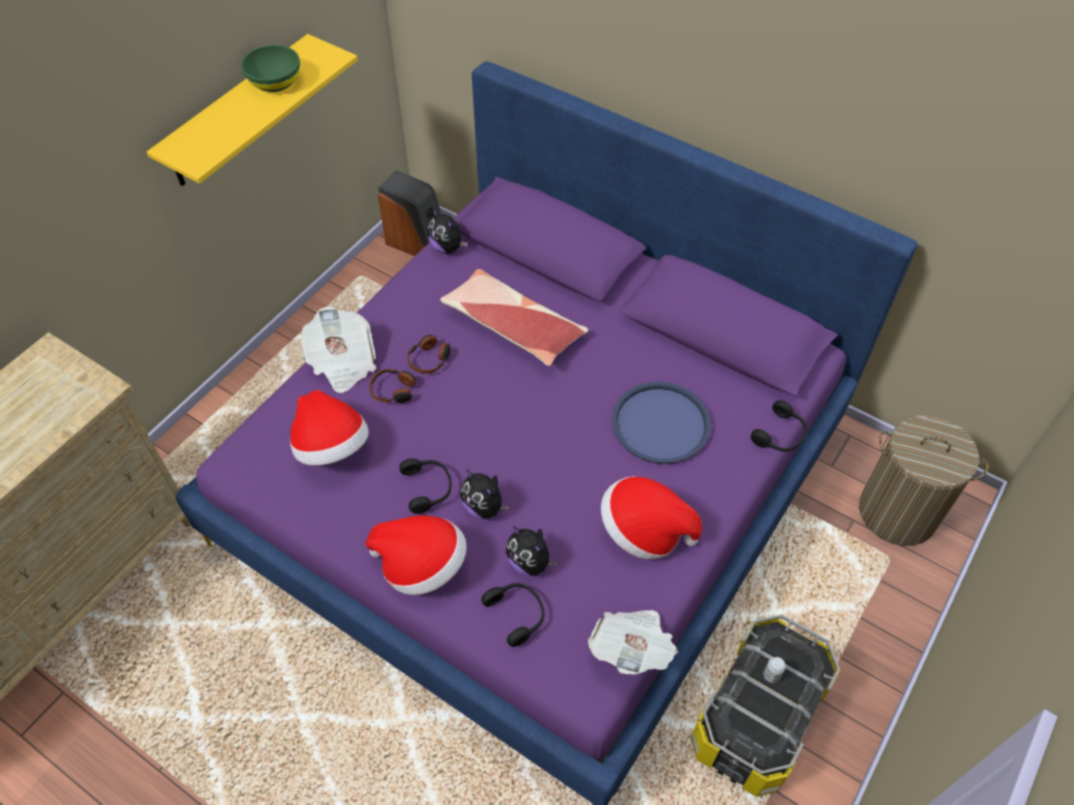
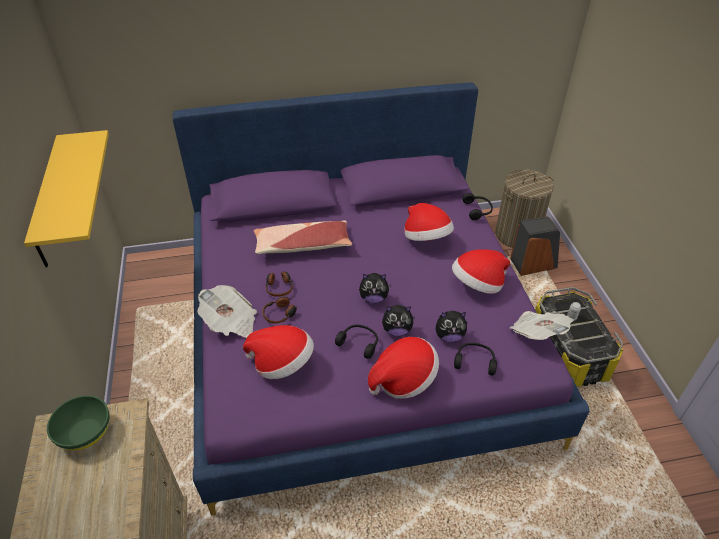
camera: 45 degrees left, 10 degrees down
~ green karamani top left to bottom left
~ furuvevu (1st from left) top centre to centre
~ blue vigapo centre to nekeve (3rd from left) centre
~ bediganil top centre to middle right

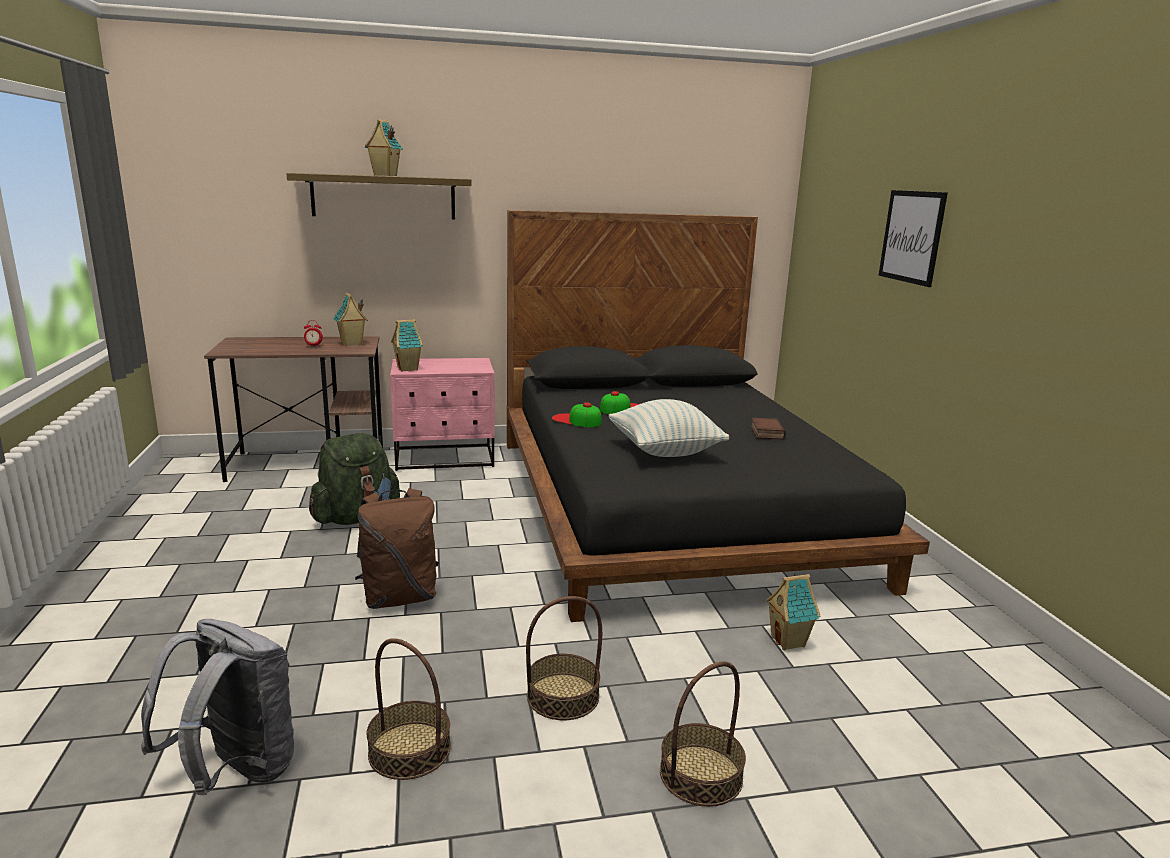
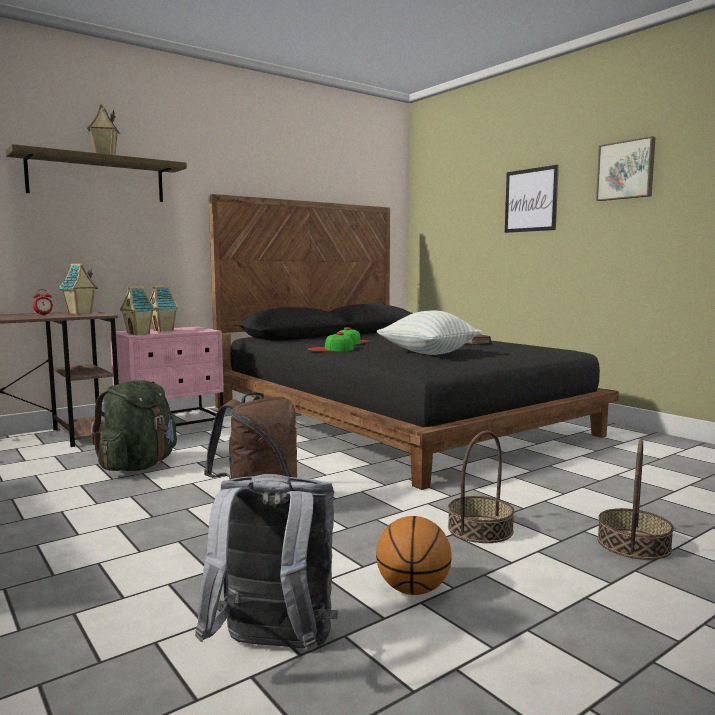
camera: 25 degrees left, 10 degrees down
~ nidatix (4th from left) bottom right to middle left
~ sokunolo (1st from left) bottom centre to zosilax bottom centre
+ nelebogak (2nd from left) top right

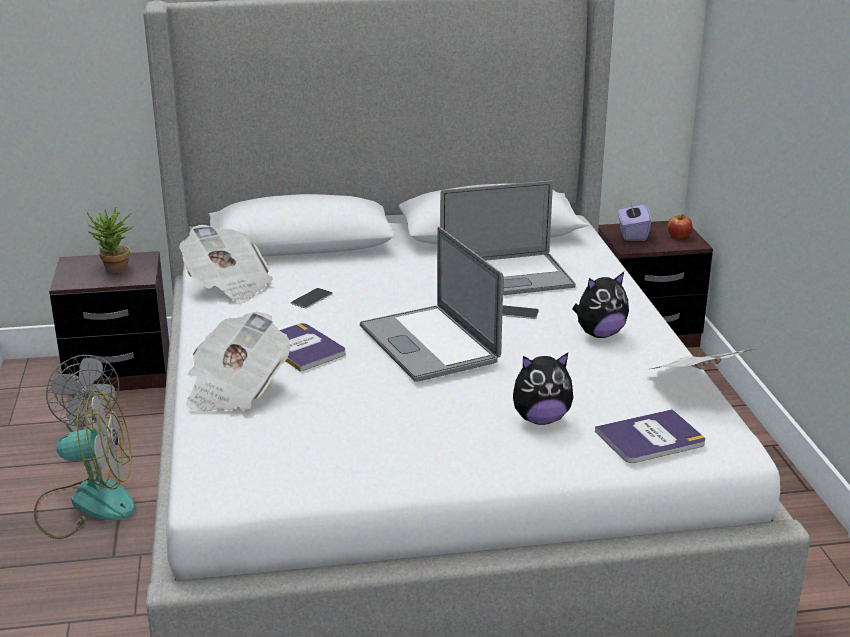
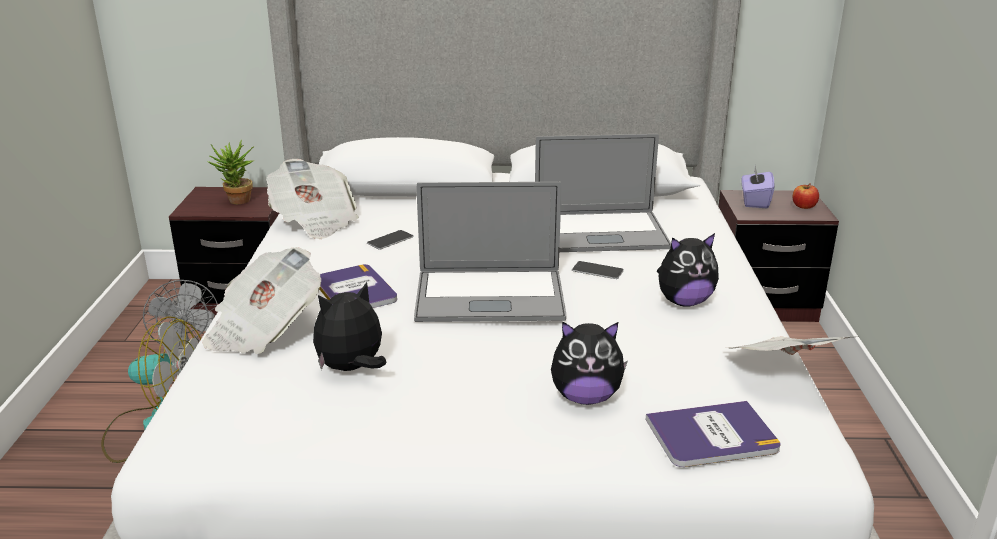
camera: 10 degrees right, 0 degrees up
+ furuvevu (1st from left) centre
~ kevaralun (1st from left) centre = centre 75 degrees counterclockwise

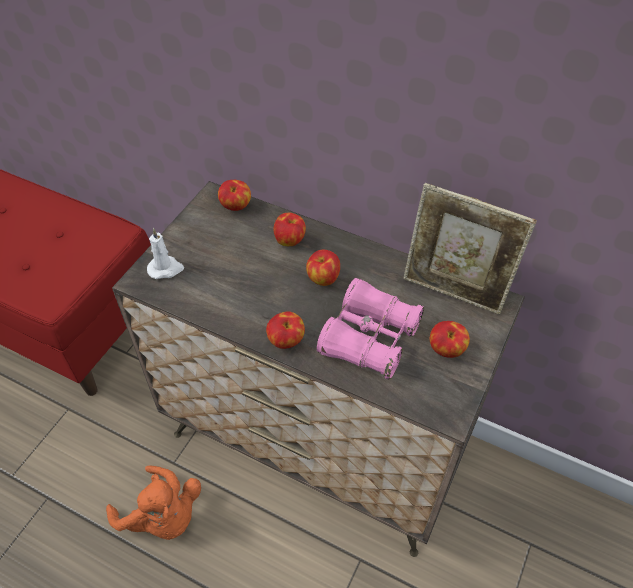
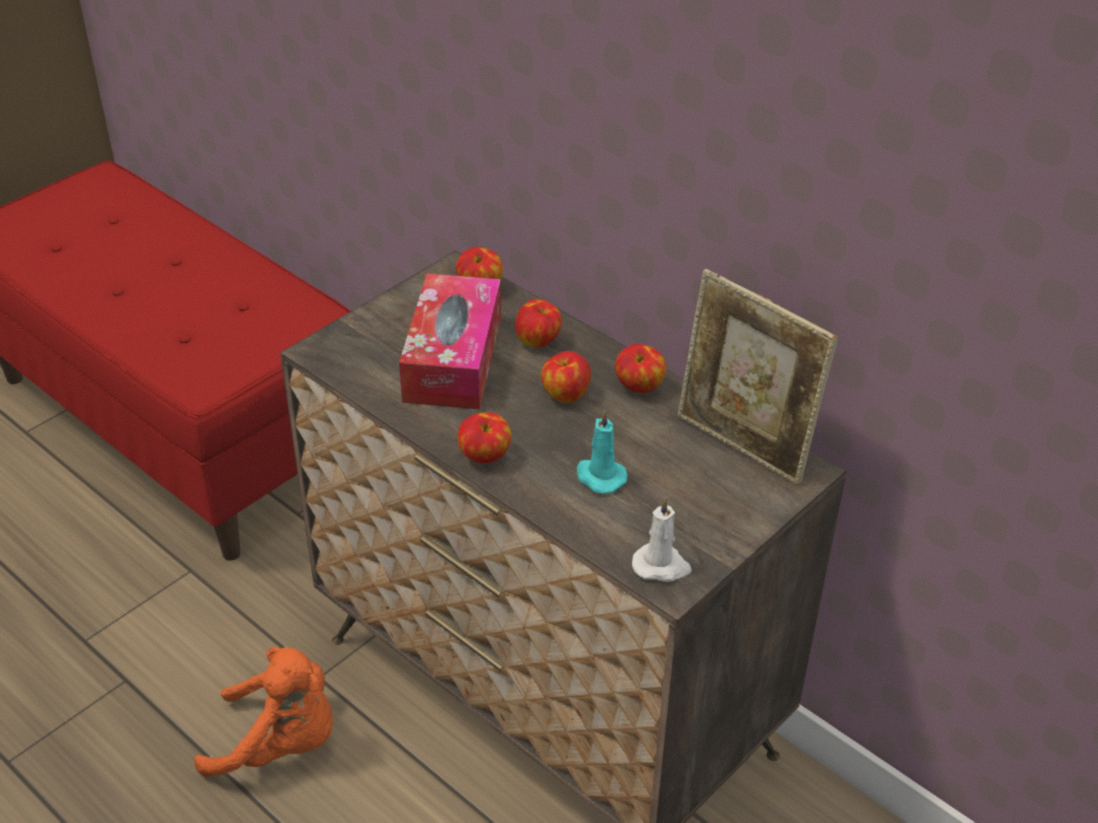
camera: 15 degrees right, 10 degrees down
~ orange furuvevu bottom left = bottom left 45 degrees counterclockwise
+ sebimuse centre
~ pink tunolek centre to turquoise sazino centre
~ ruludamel (5th from left) middle right to centre
~ white sazino middle left to centre

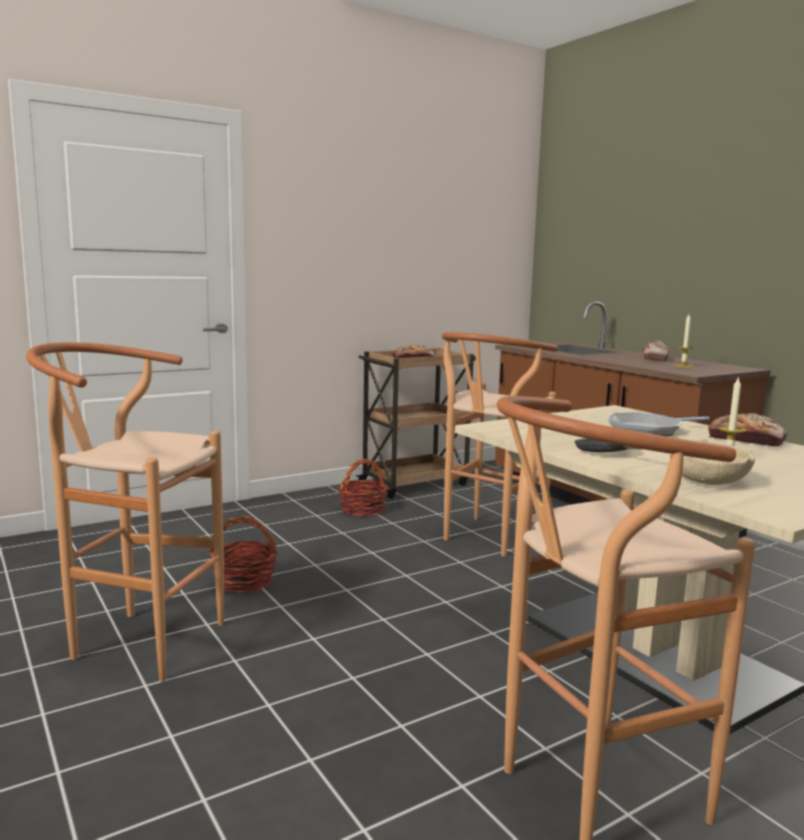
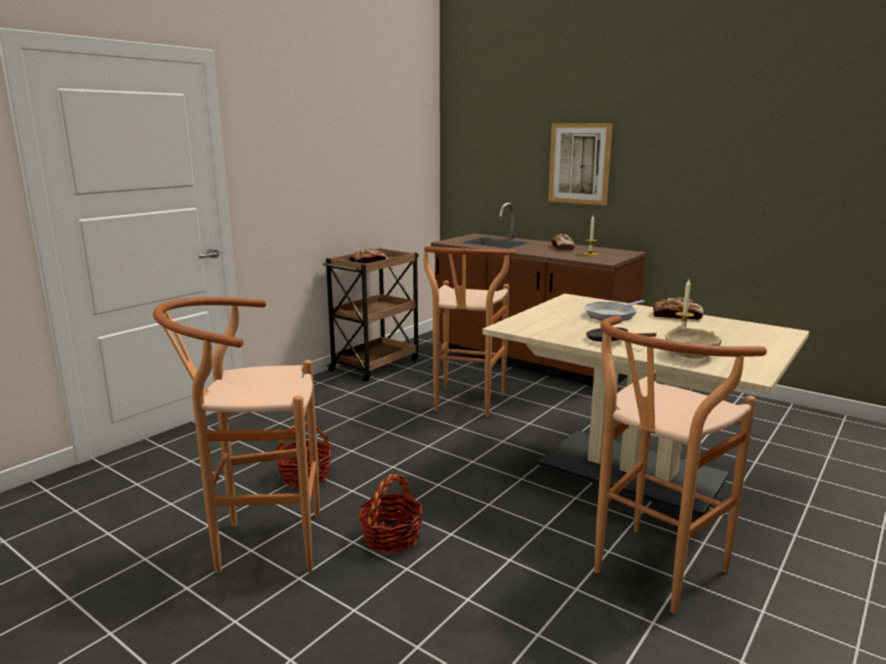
camera: 20 degrees left, 5 degrees up
~ sokunolo (2nd from left) centre to bottom centre
+ nelebogak top centre

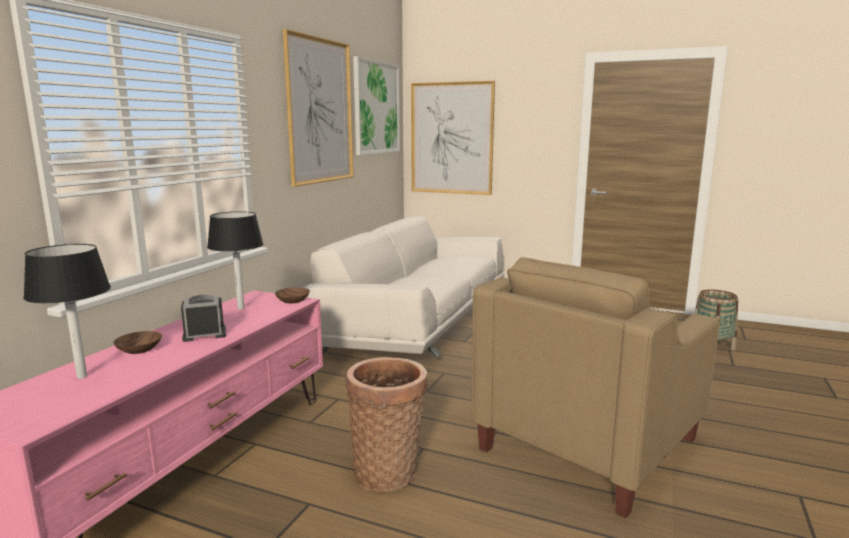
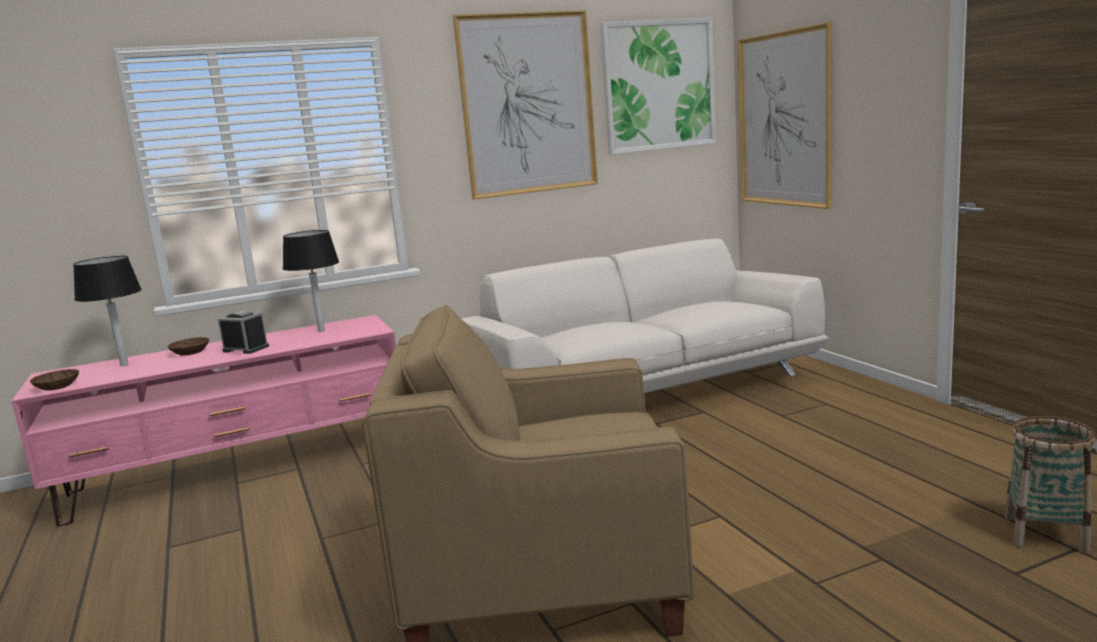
camera: 45 degrees right, 0 degrees up
~ brown karamani (2nd from left in the first image) centre to brown karamani (1st from left) middle left
- sokunolo (1st from left) bottom centre

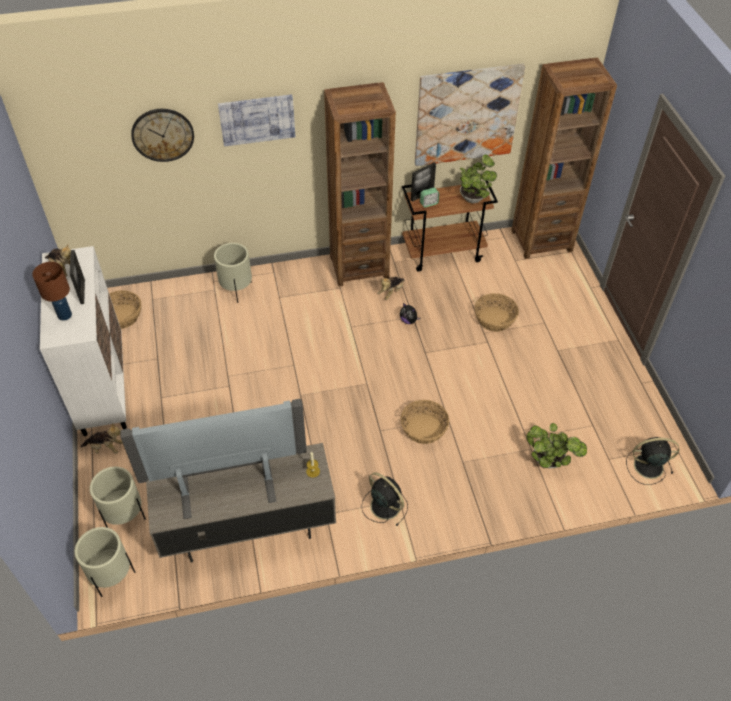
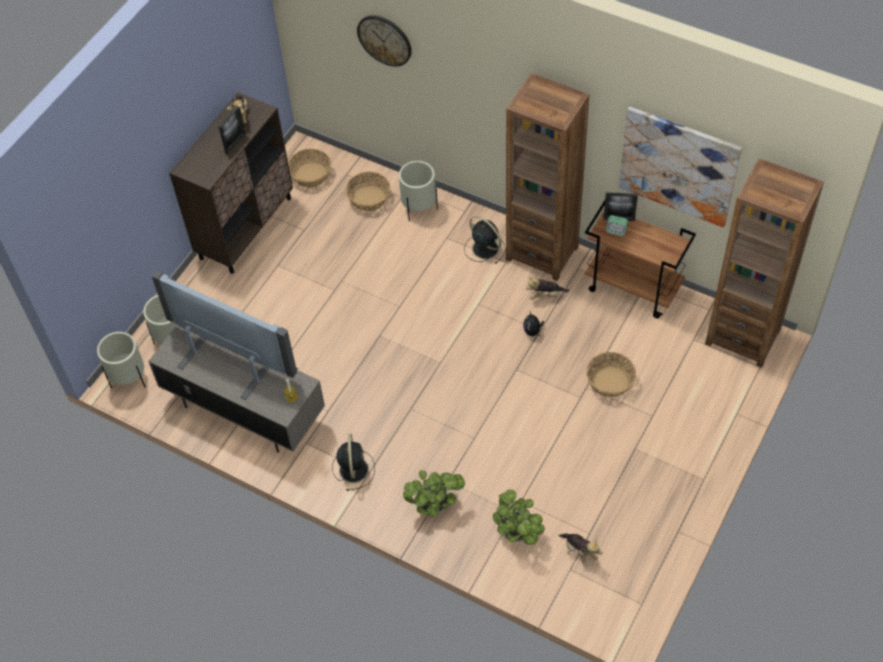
camera: 45 degrees right, 5 degrees up
~ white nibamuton middle left to brown nibamuton top left
~ sokunolo (2nd from left) centre to top centre
~ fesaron (1st from left) top centre to bottom centre
~ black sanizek (2nd from left) middle right to centre
~ furuvevu (2nd from left in the first image) middle left to furuvevu (4th from left) bottom centre
- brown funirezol middle left
- nelebogak (1st from left) top centre

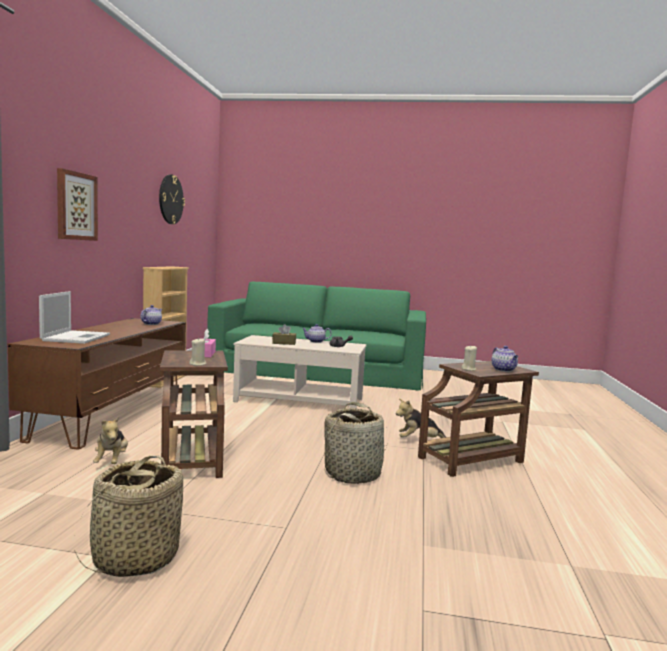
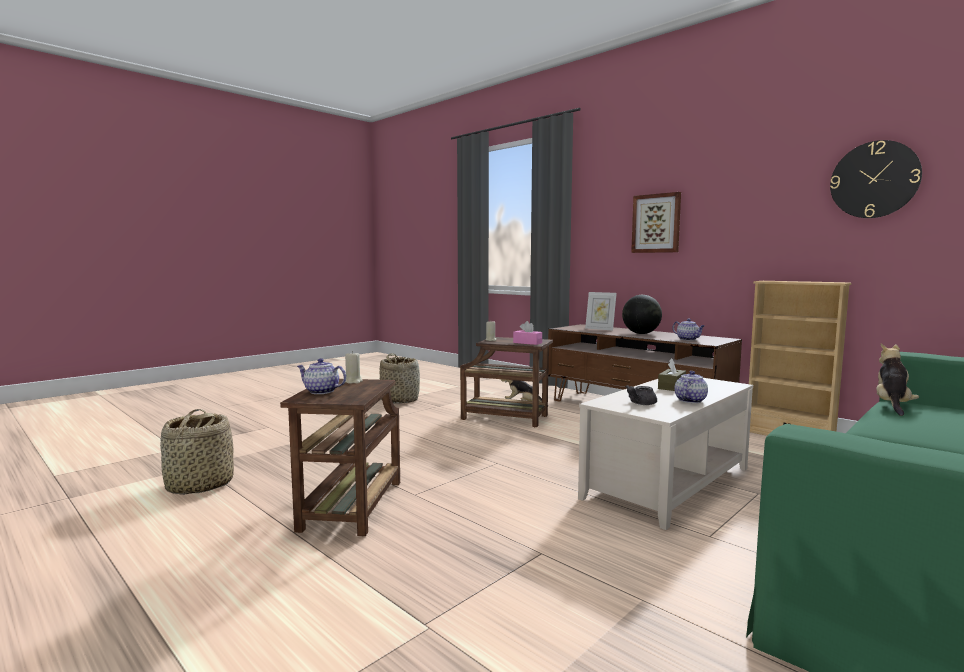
camera: 125 degrees right, 0 degrees up
~ sokunolo (2nd from left in the first image) bottom centre to sokunolo (1st from left) bottom left
~ kevaralun middle left to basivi centre
+ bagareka centre
~ furuvevu (2nd from left) centre to middle right

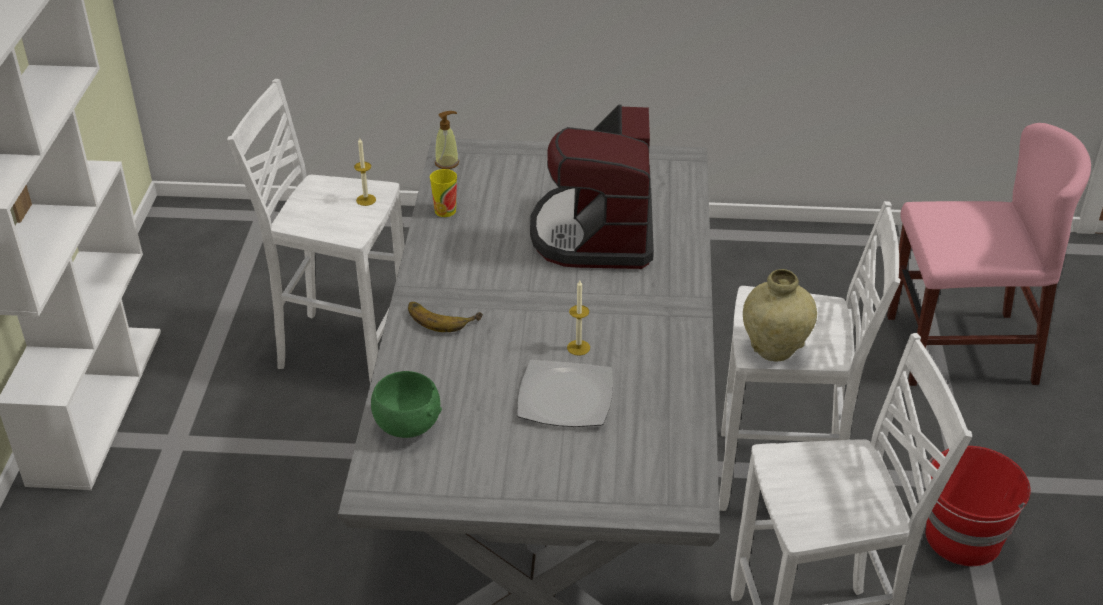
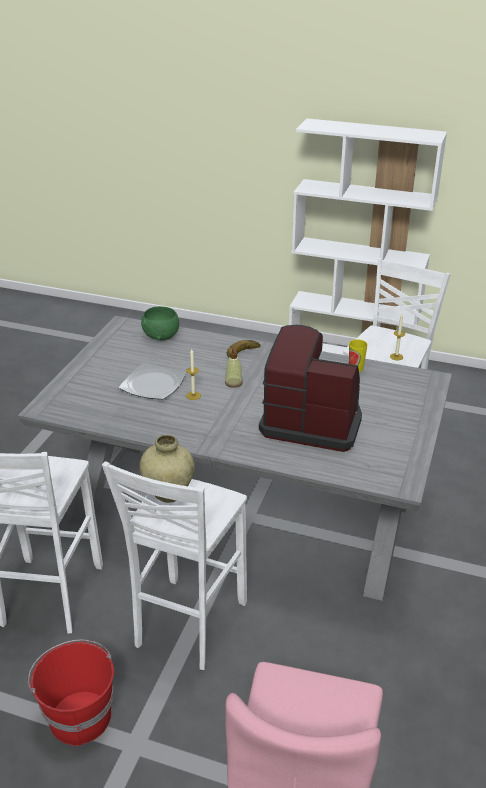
camera: 105 degrees right, 5 degrees down
~ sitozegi top centre to centre

